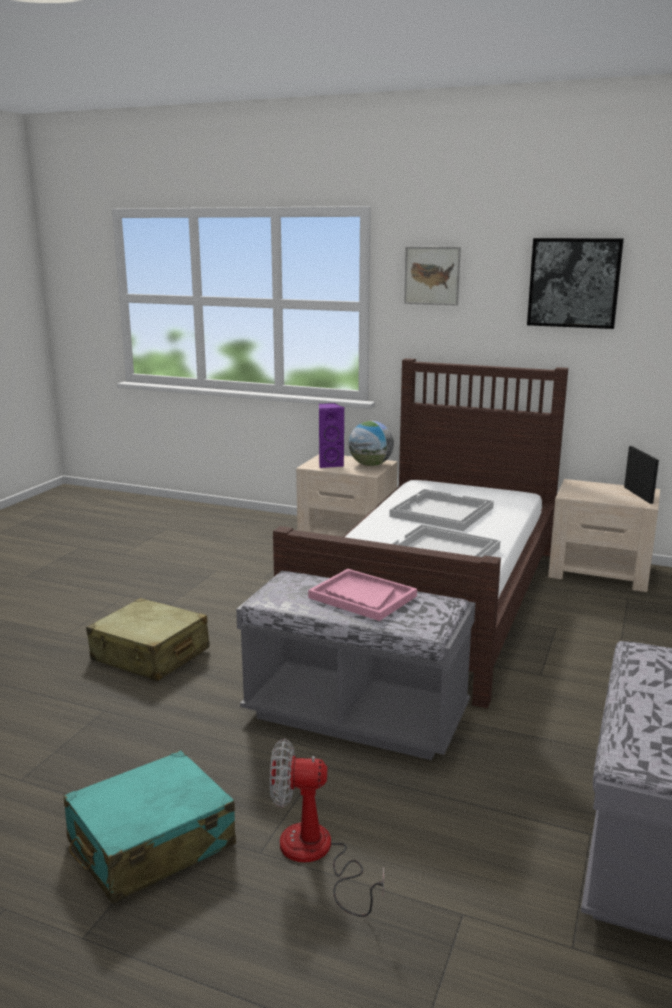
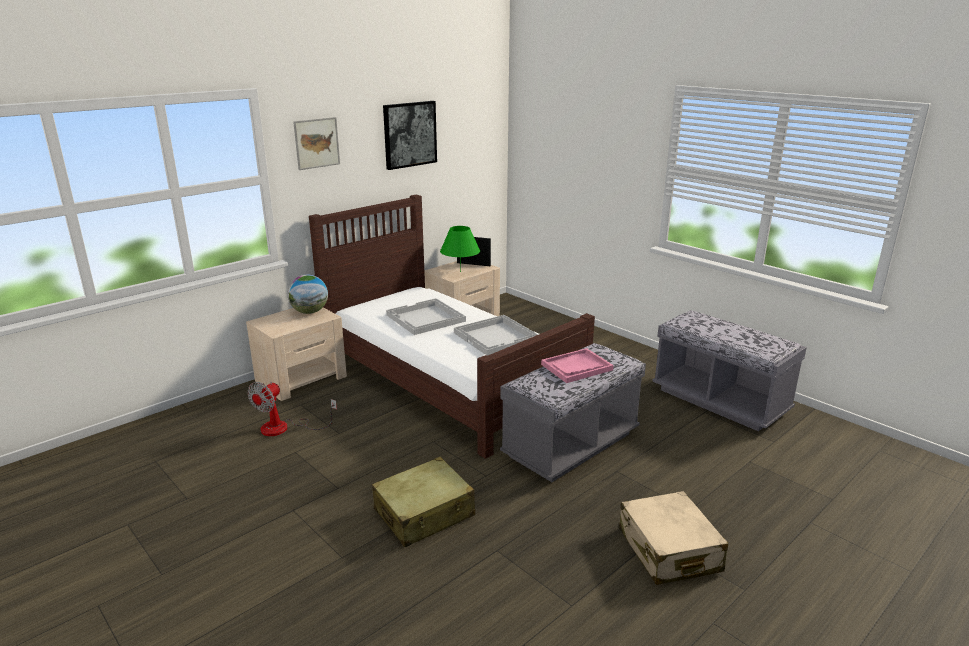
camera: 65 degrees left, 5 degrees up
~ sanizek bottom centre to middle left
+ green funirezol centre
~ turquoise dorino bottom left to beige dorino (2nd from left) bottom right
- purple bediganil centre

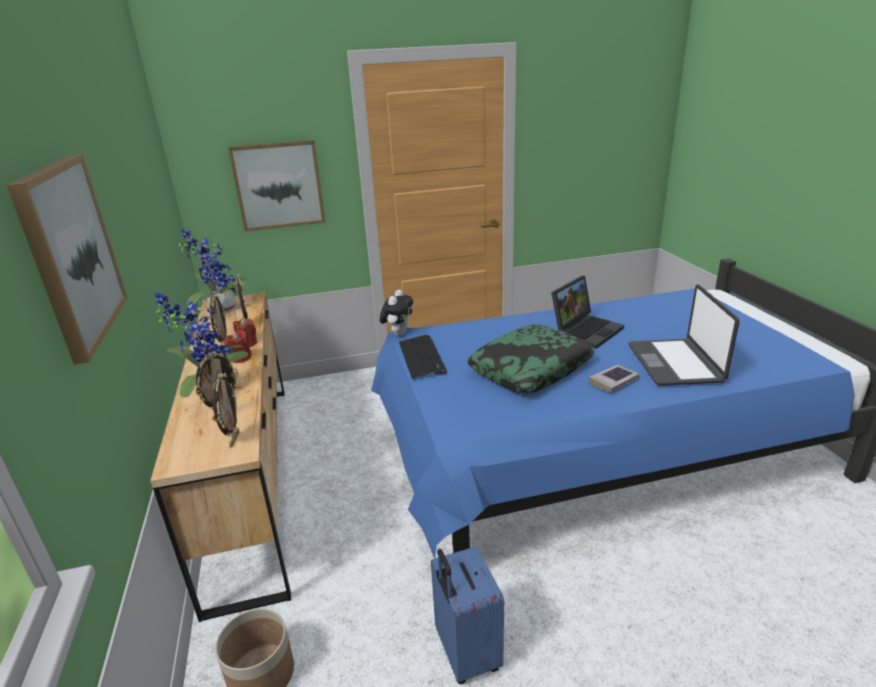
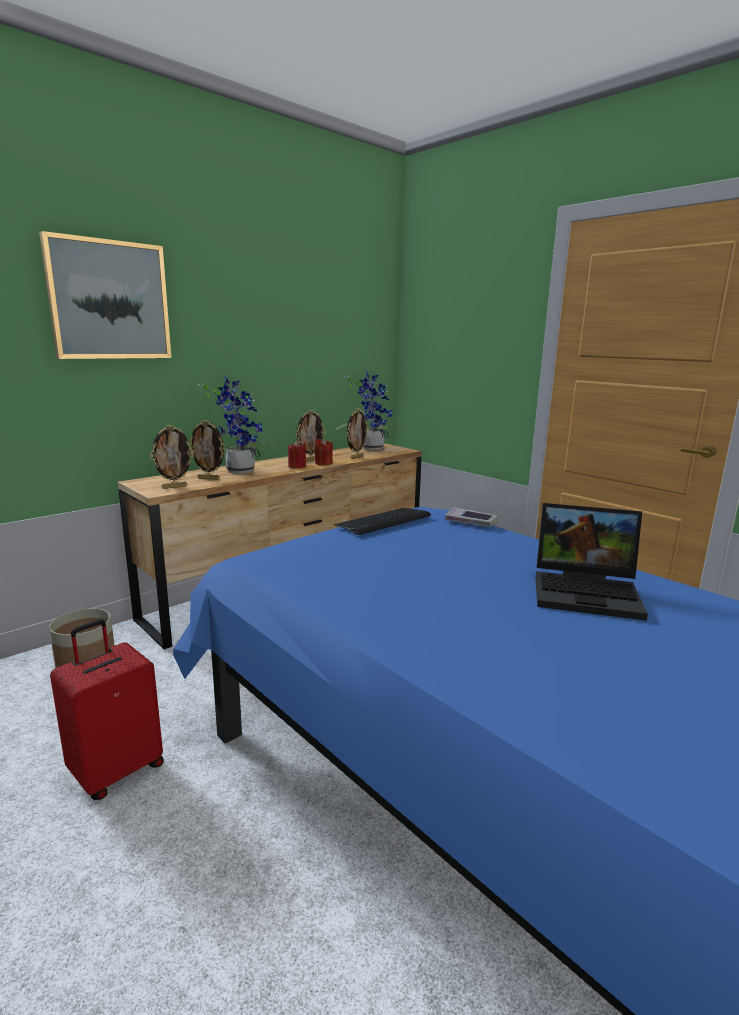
camera: 60 degrees right, 10 degrees down
~ blue dorino bottom centre to red dorino bottom left
~ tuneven middle right to centre
- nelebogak (2nd from left) top left
- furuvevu centre
- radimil centre
- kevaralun (2nd from left) middle right

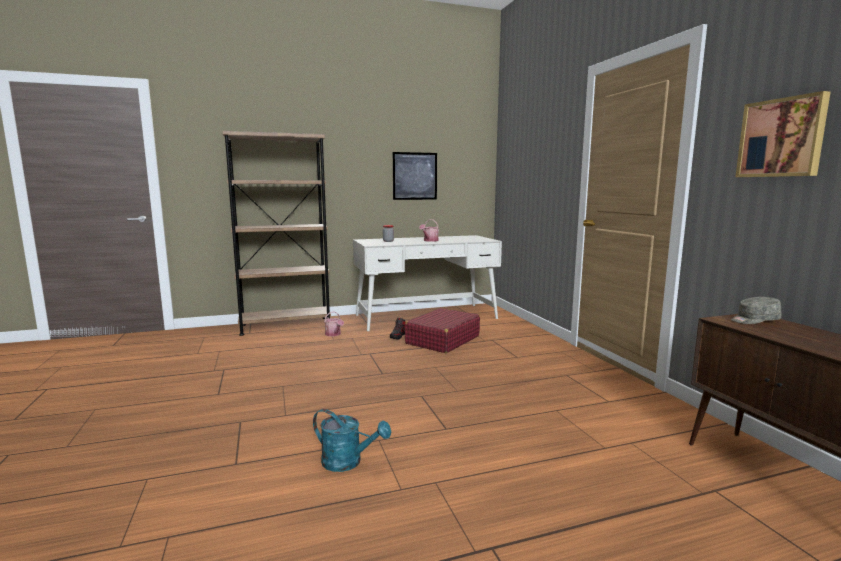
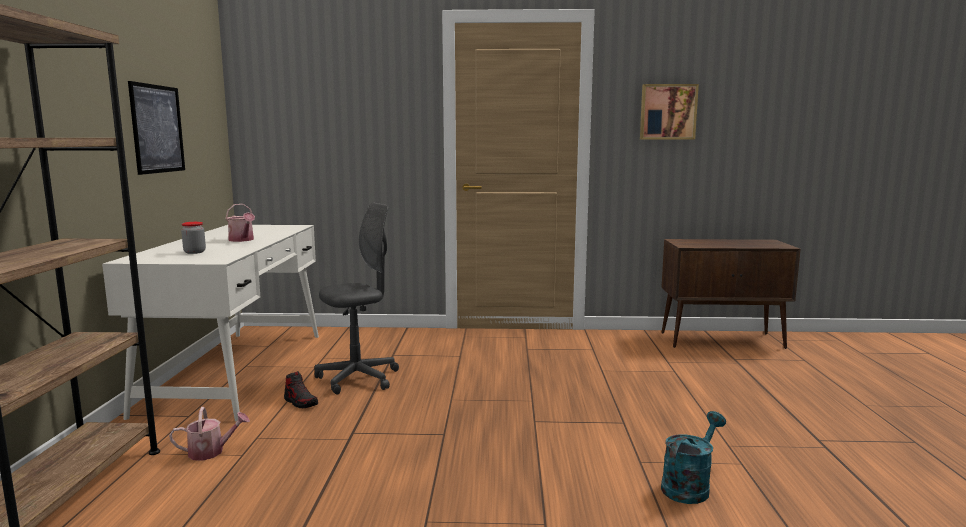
camera: 70 degrees left, 0 degrees up
~ red dorino centre to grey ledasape centre
- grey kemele middle right

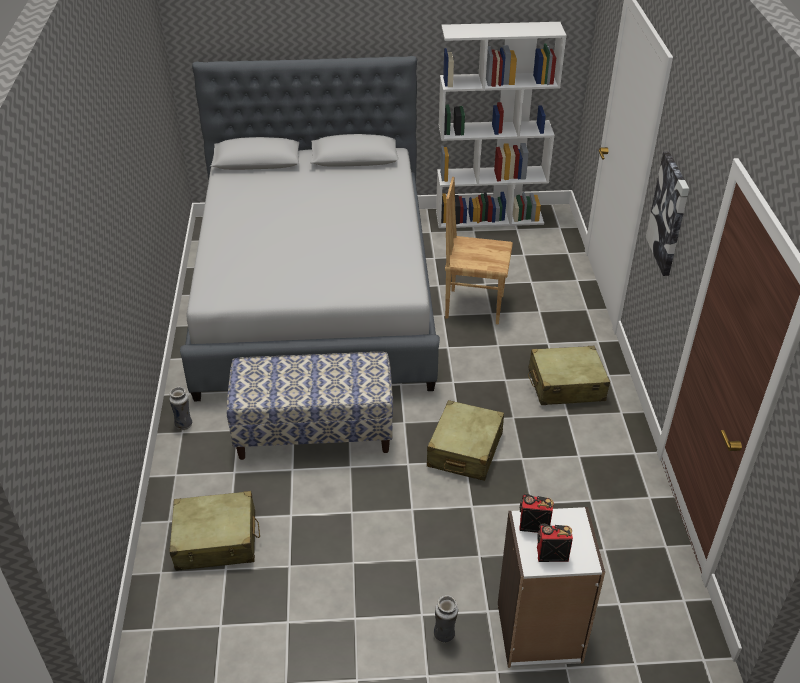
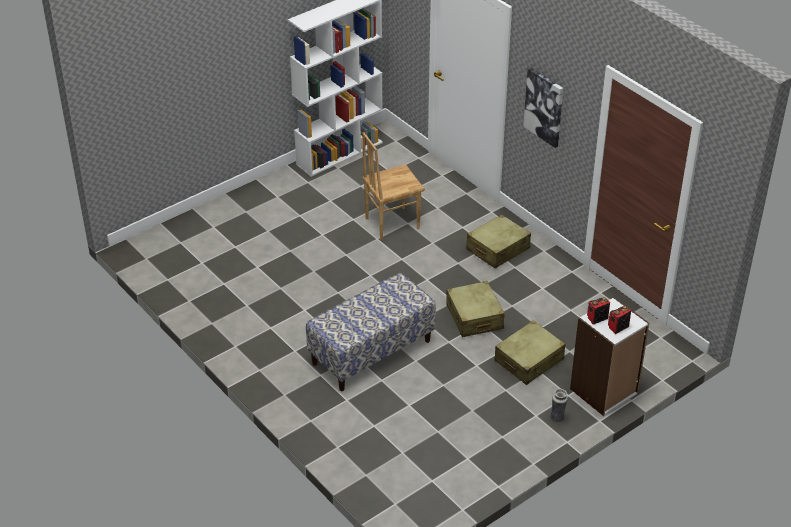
camera: 35 degrees left, 0 degrees up
~ beige dorino (1st from left in the first image) bottom left to beige dorino (3rd from left) bottom right
- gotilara (1st from left) middle left
- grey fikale centre

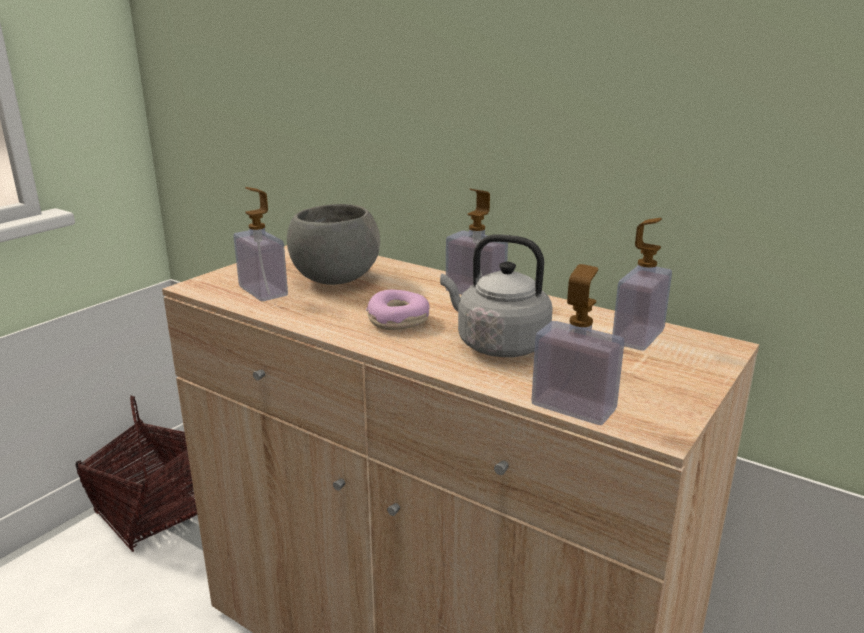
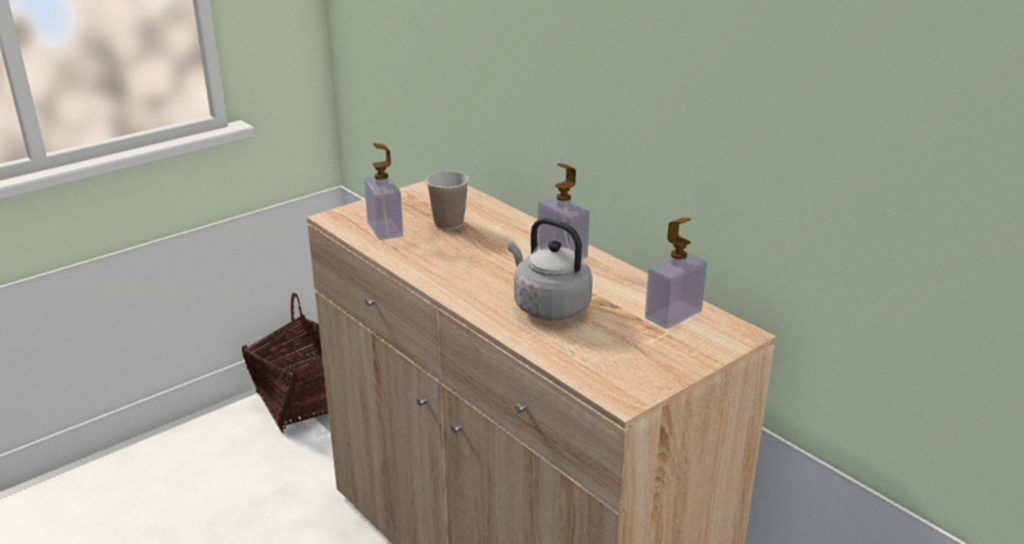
camera: 15 degrees right, 5 degrees up
~ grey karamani centre to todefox centre
- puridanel centre
- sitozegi (3rd from left) middle right

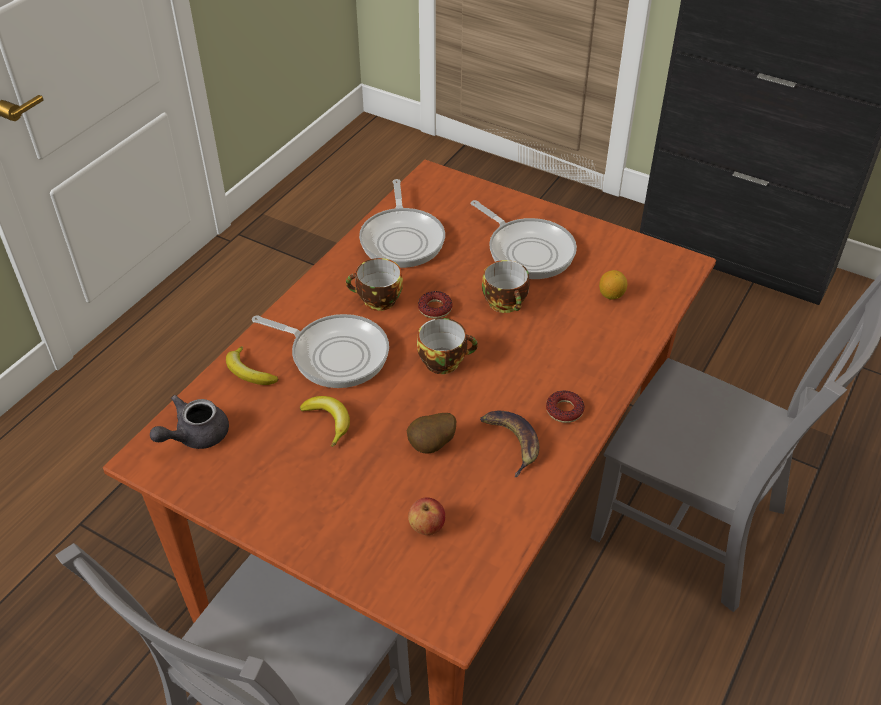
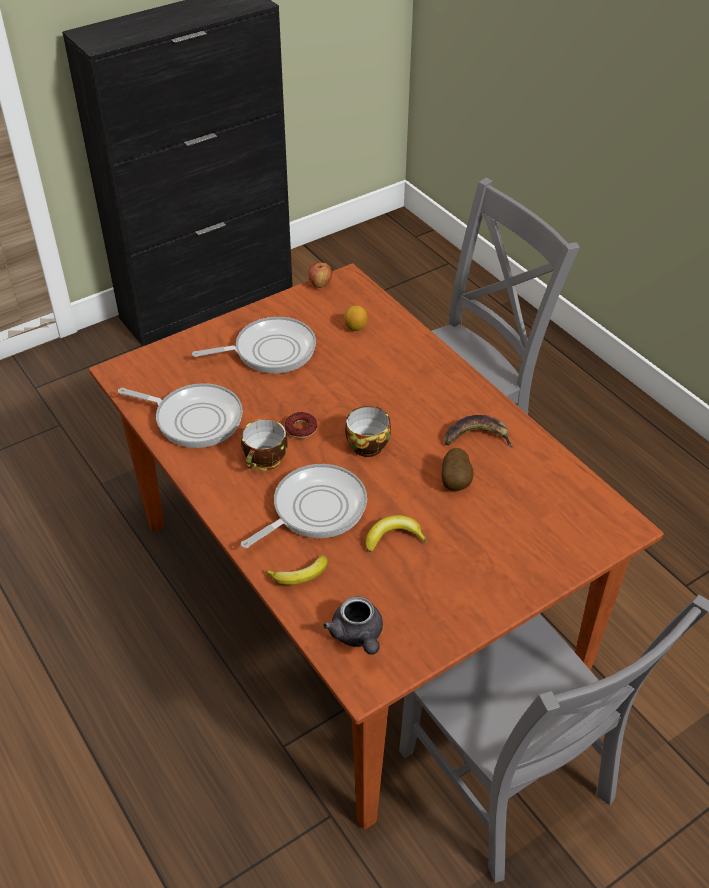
camera: 65 degrees left, 0 degrees up
~ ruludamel bottom centre to top centre
- todefox (3rd from left) centre
- puridanel (2nd from left) centre

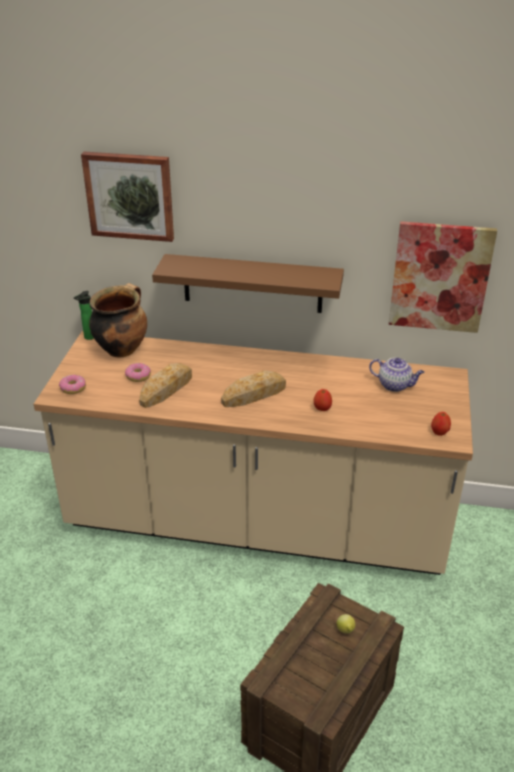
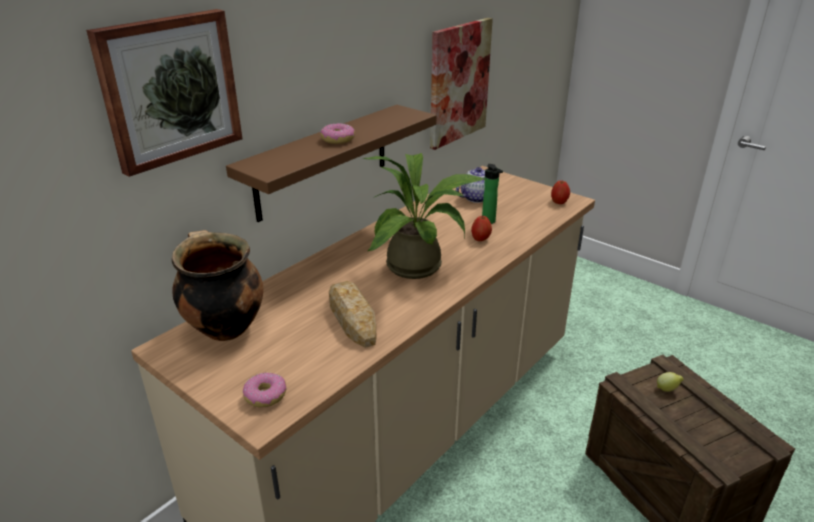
camera: 60 degrees left, 5 degrees down
~ puridanel (2nd from left) middle left to top centre
~ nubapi (2nd from left) centre to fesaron centre
~ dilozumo middle left to centre

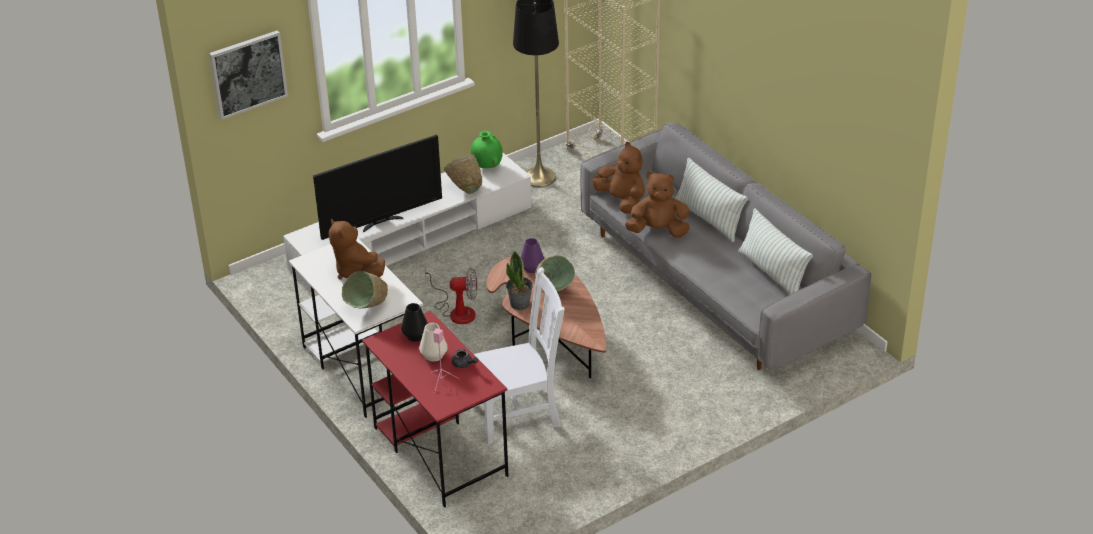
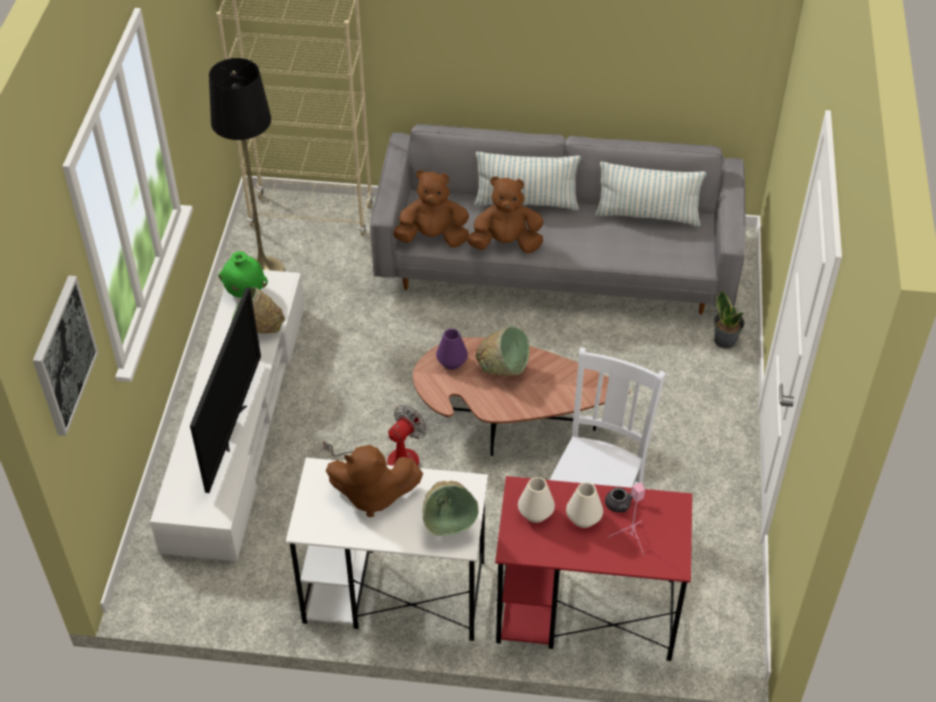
camera: 50 degrees left, 10 degrees up
~ brown furuvevu (3rd from left) centre = top centre 45 degrees clockwise
~ black gotilara centre to white gotilara (1st from left) bottom centre
~ fesaron centre to middle right

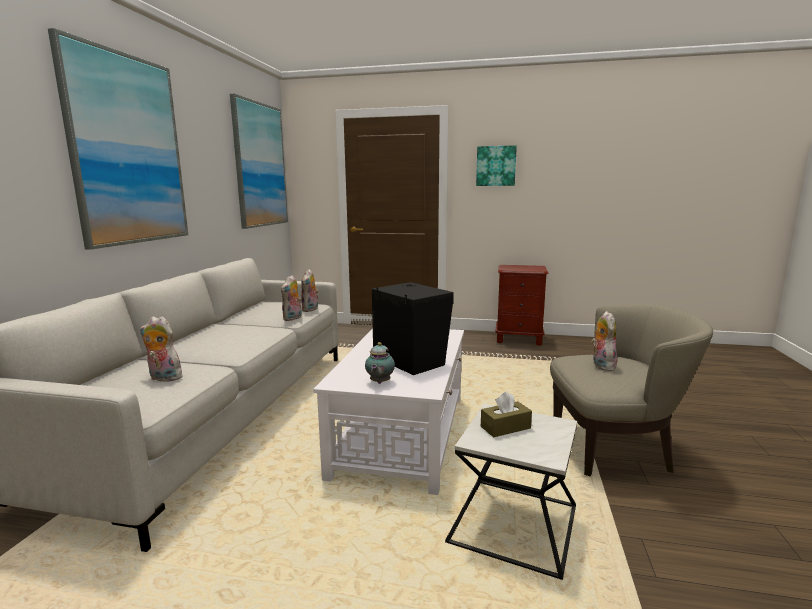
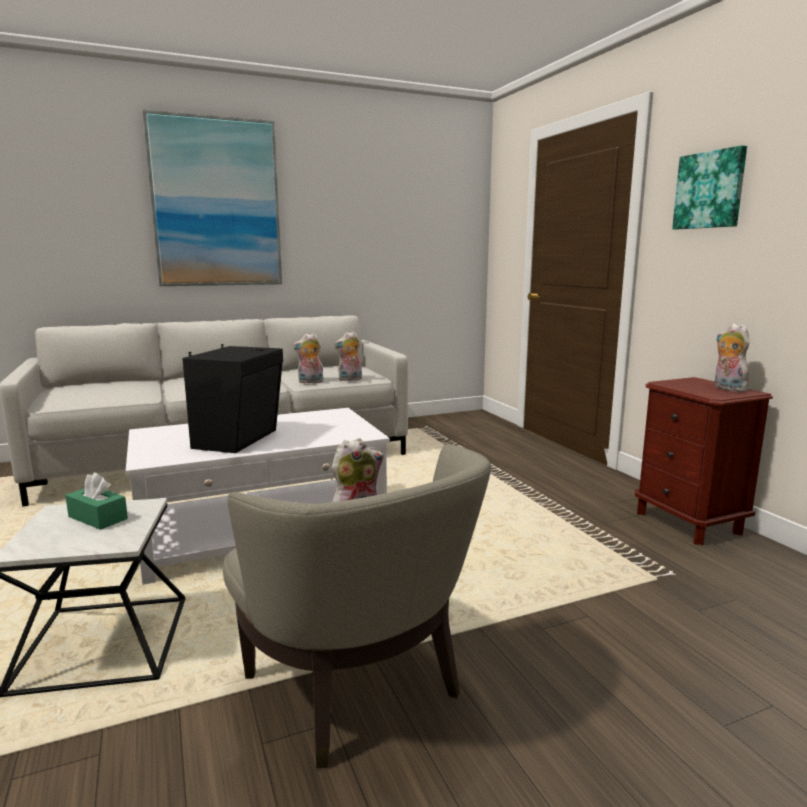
camera: 55 degrees right, 0 degrees up
~ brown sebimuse bottom centre to green sebimuse middle left
~ furuvevu (1st from left in the first image) middle left to furuvevu (4th from left) middle right
- nelebogak (2nd from left) top left
- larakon centre

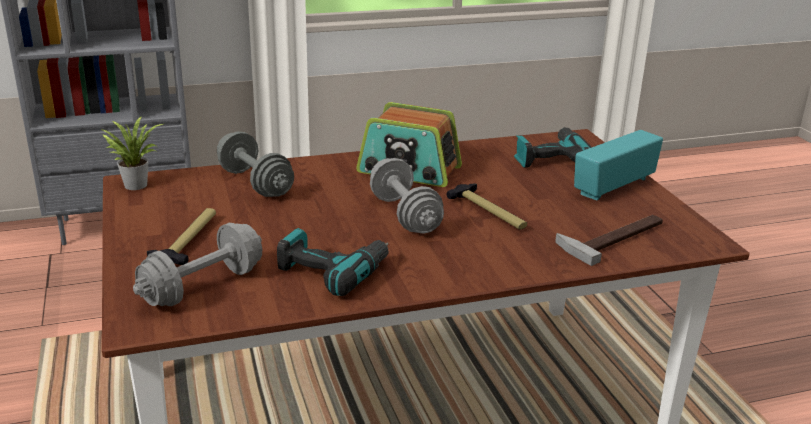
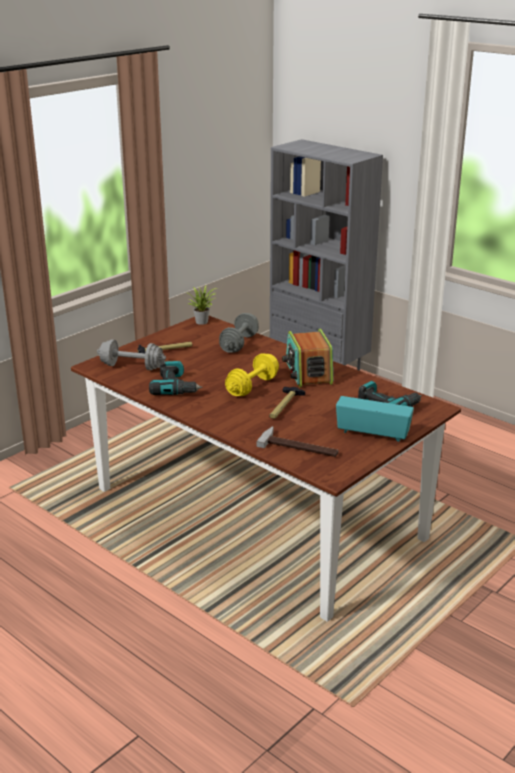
camera: 60 degrees right, 0 degrees up
~ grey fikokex (3rd from left) centre to yellow fikokex centre

